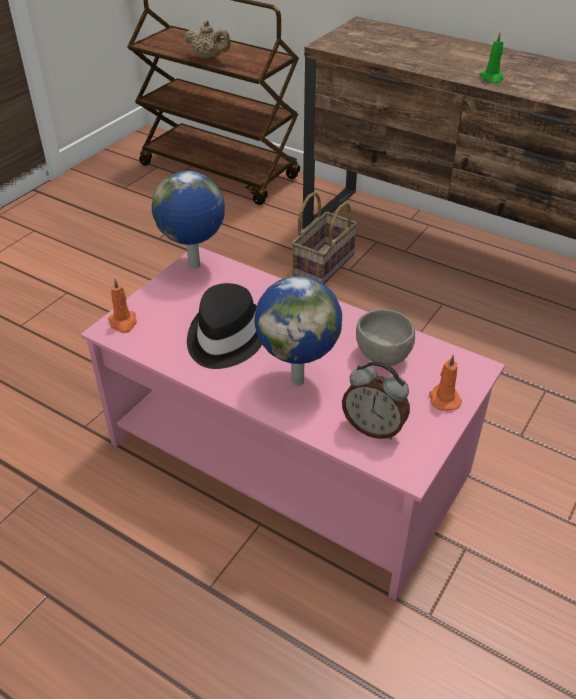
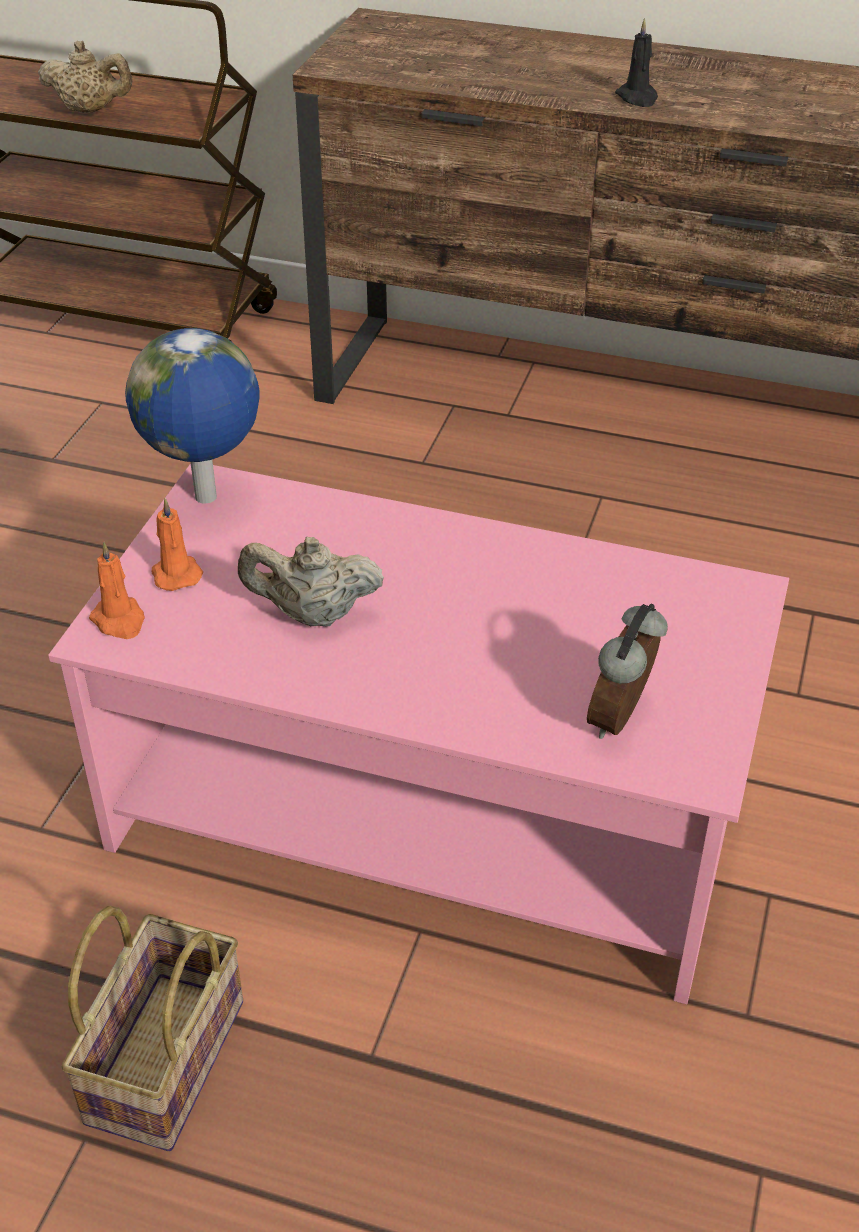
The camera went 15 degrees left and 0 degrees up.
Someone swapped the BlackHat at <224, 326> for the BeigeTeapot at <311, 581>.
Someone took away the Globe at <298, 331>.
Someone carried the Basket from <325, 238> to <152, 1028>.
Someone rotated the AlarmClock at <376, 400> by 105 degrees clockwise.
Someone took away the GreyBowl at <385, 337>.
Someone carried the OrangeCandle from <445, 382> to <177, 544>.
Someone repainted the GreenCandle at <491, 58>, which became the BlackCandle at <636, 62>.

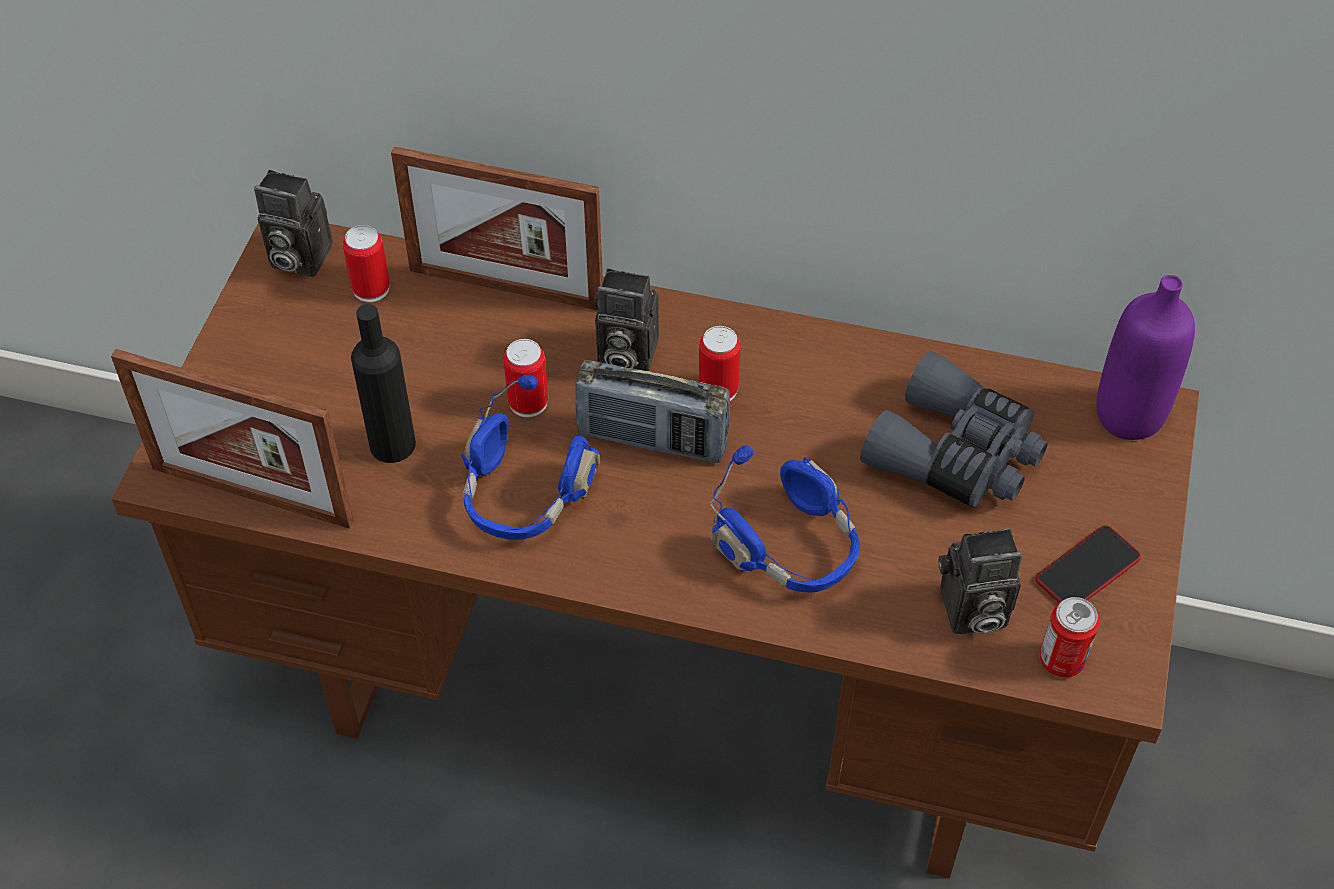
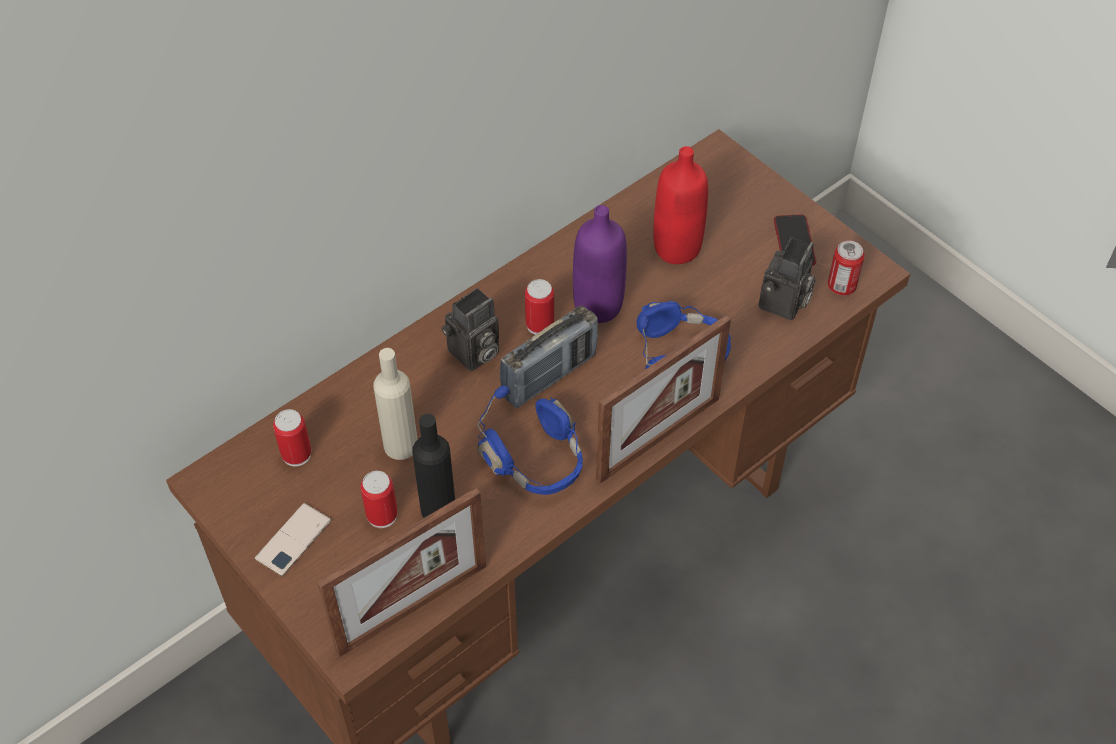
The camera went 55 degrees left and 0 degrees up.
Someone took away the PhotoCamera at <293, 223>.
Someone carried the PictureFrame from <497, 228> to <663, 399>.
Someone carried the Can from <525, 378> to <379, 499>.
Someone swapped the GreyBinoculars at <954, 429> for the RedBottle at <680, 205>.
Someone carried the PurpleBottle from <1145, 357> to <600, 264>.
Someone put down the Phone at <293, 539>.
Someone put down the BeigeBottle at <395, 404>.

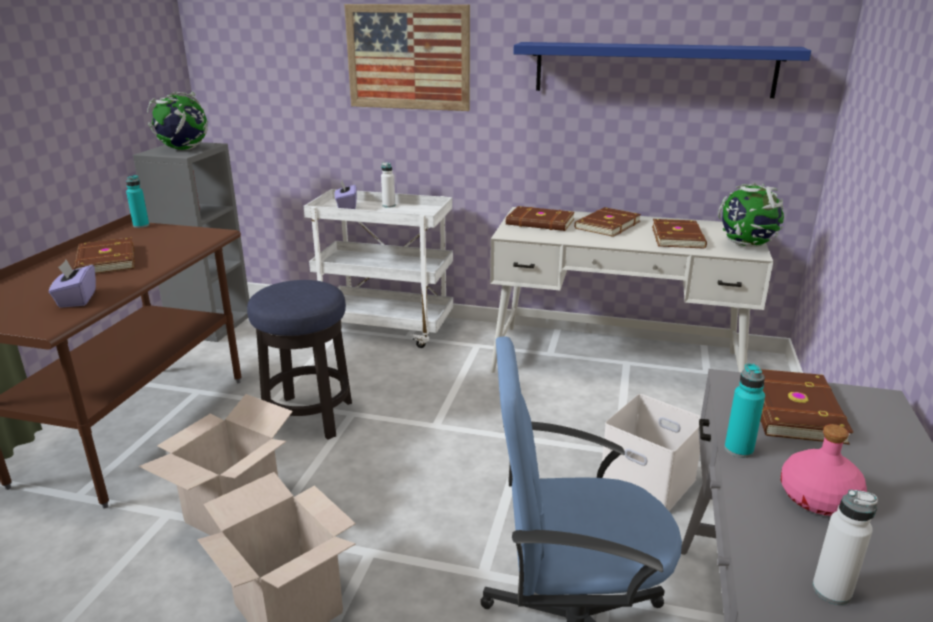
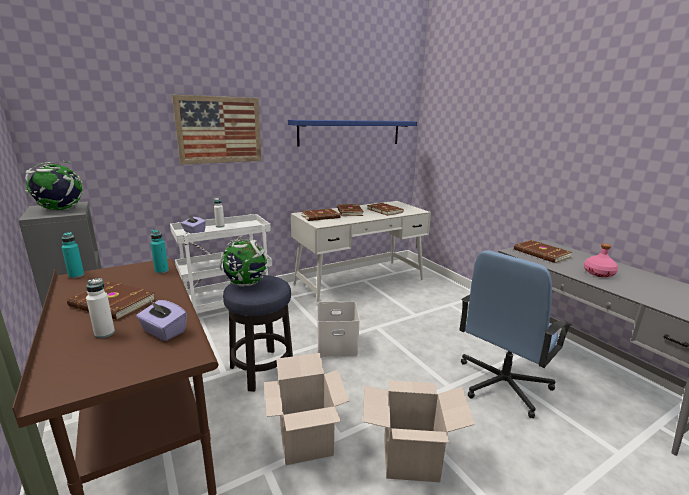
The camera went 45 degrees left and 5 degrees down.
Someone carried the WhiteStorageBox from <651, 452> to <338, 329>.
Someone carried the Globe from <751, 215> to <244, 262>.
Someone carried the TurquoiseBottle from <744, 410> to <160, 251>.
Someone carried the WhiteBottle from <845, 547> to <100, 308>.

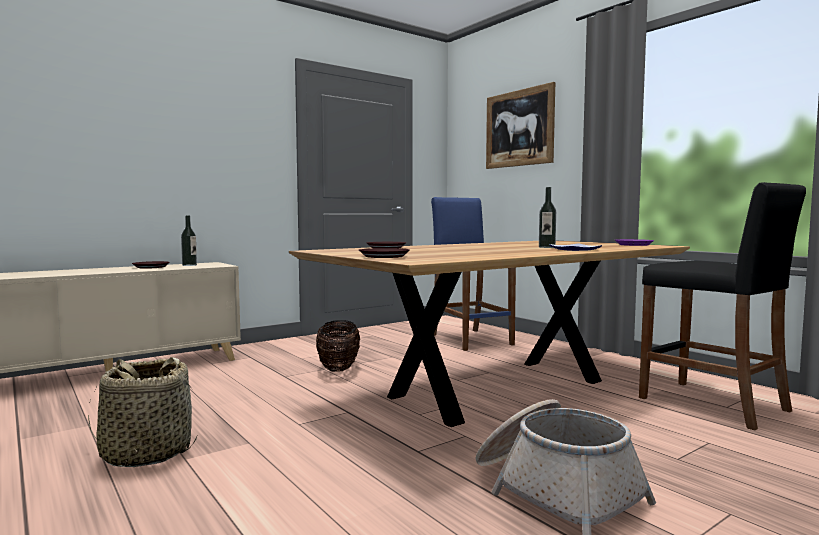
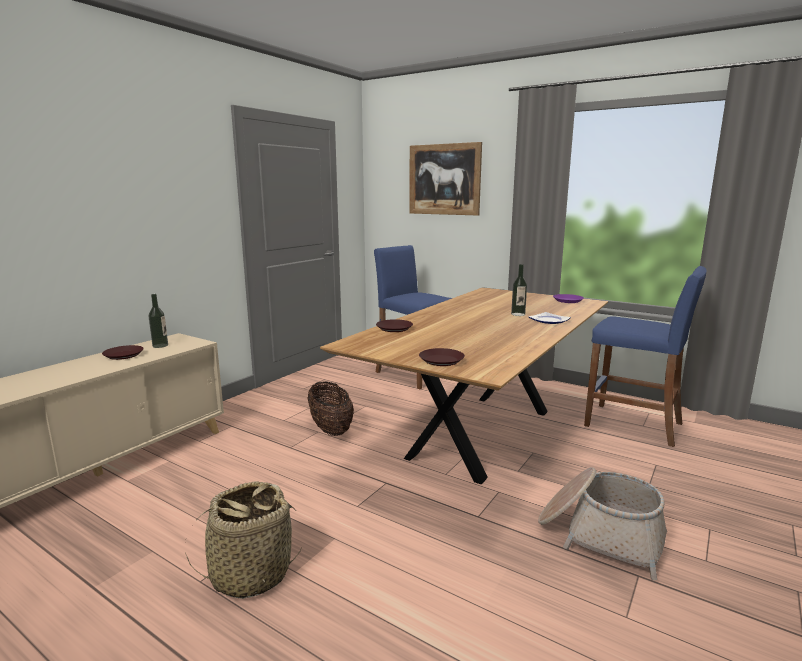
The camera went 20 degrees left and 10 degrees up.
Someone repainted the BlackStool at <722, 306>, which became the BlueStool at <645, 356>.

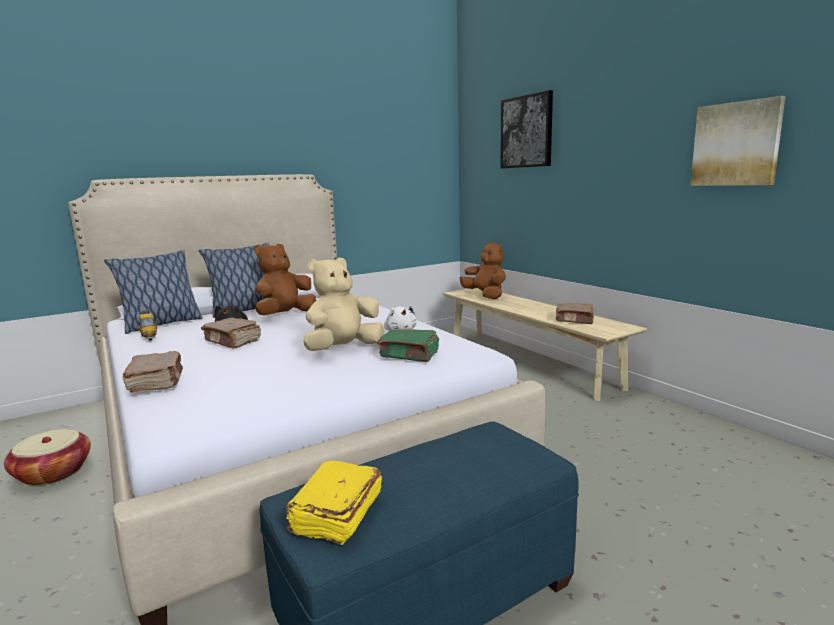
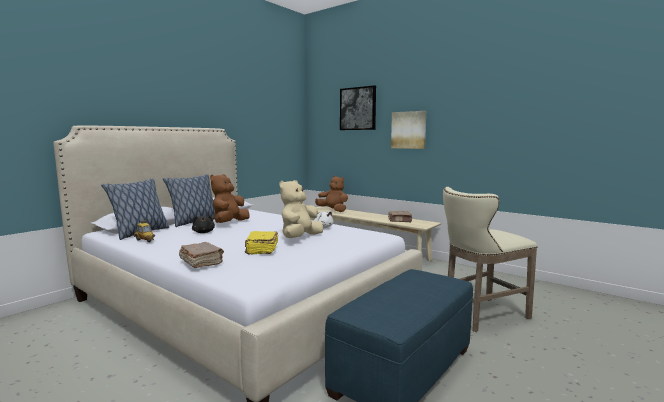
The camera went 20 degrees left and 5 degrees down.
Someone took away the Basket at <47, 457>.
Someone took away the BrownBook at <231, 332>.
Someone carried the YellowBook from <334, 503> to <261, 243>.
Someone took away the GreenBook at <408, 345>.
Someone carried the Picture from <737, 141> to <408, 130>.
Someone put down the BeigeStool at <490, 259>.

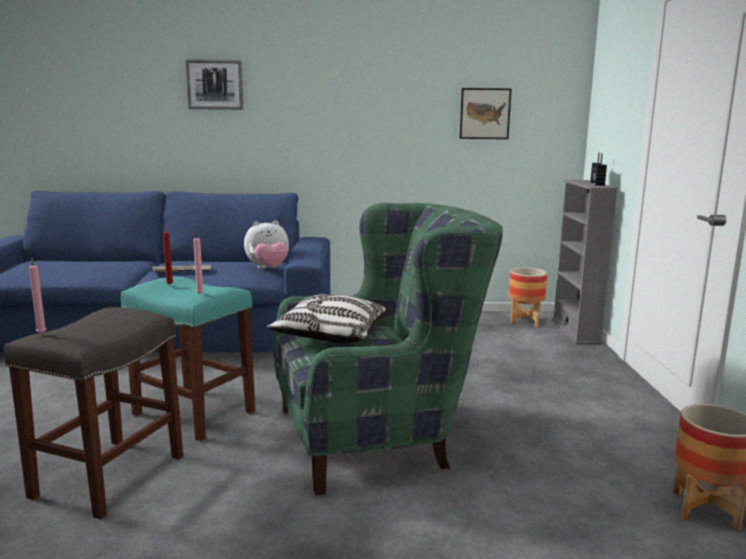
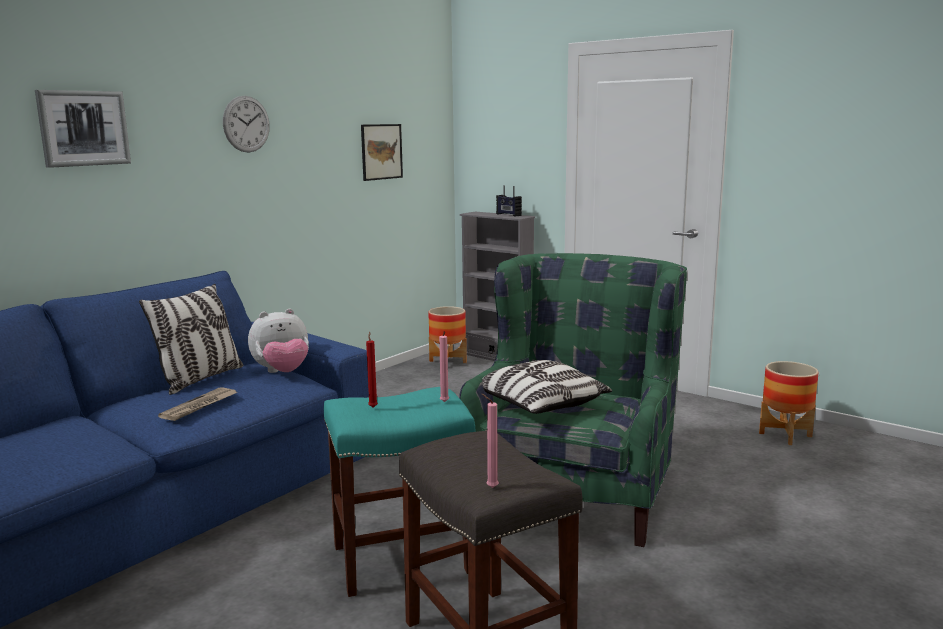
The camera went 50 degrees left and 0 degrees up.
Someone rotated the PlushToy at <266, 244> by 45 degrees clockwise.
Someone put down the Pillow at <191, 339>.
Someone put up the WallClock at <246, 124>.

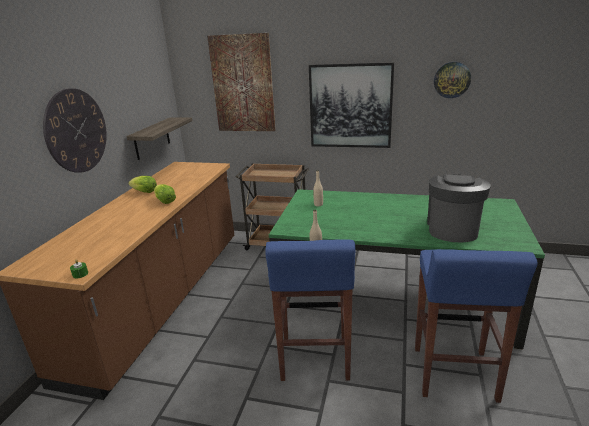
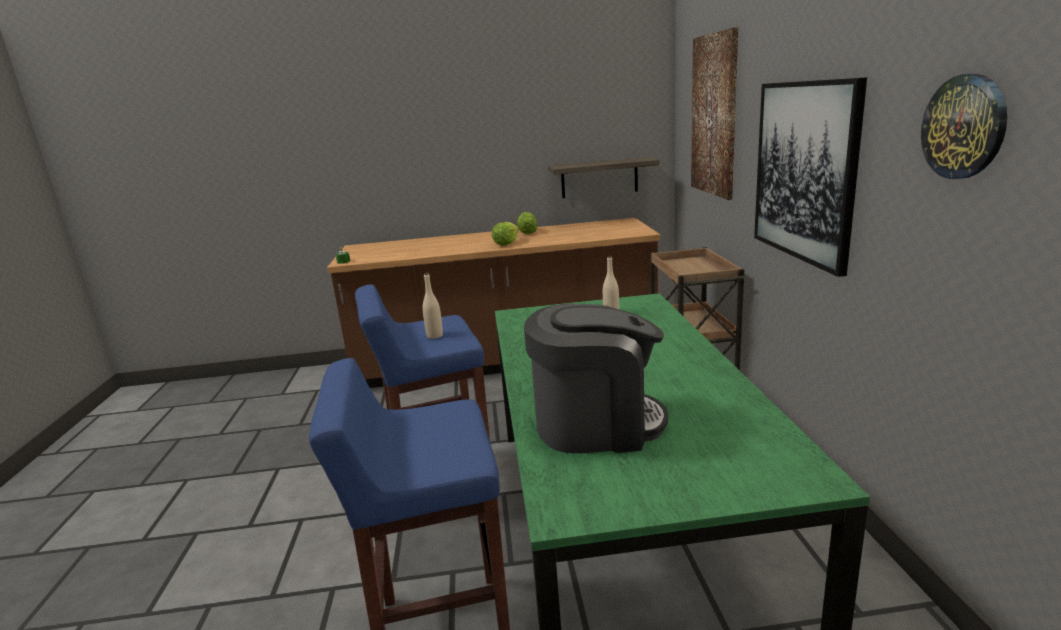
The camera went 70 degrees right and 5 degrees down.
Someone took away the WallClock at <75, 130>.

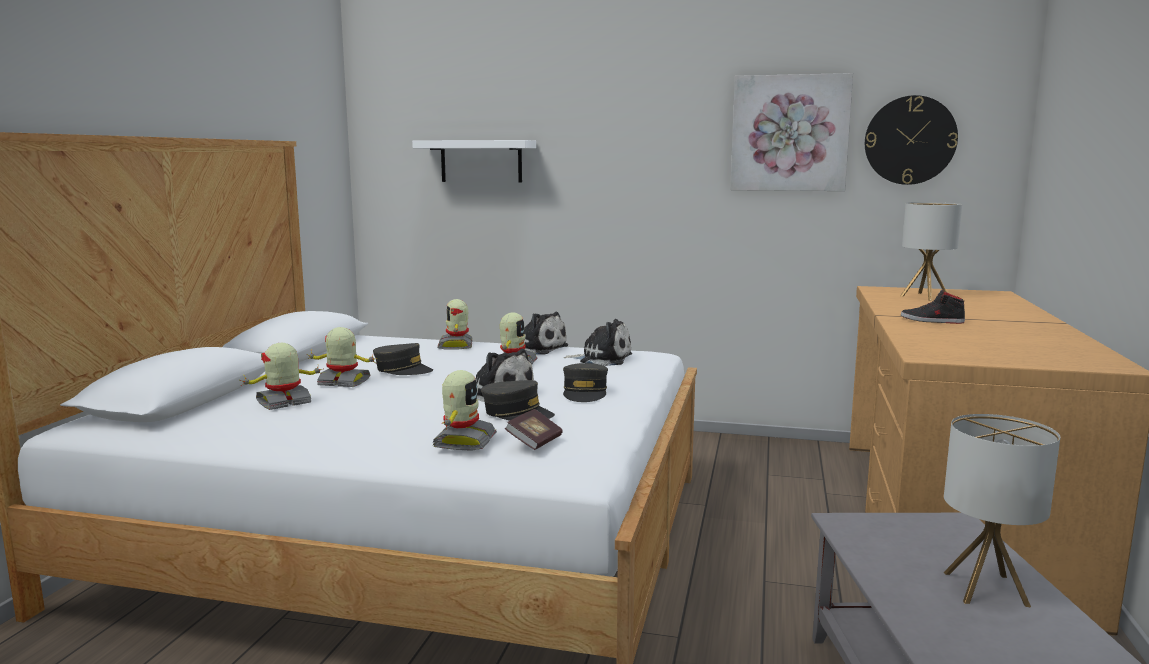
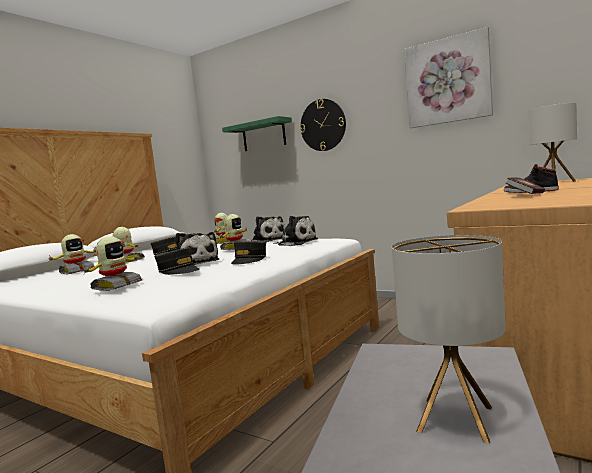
The camera went 20 degrees right and 5 degrees down.
Someone rotated the ToyRobot at <282, 376> by 150 degrees clockwise.
Someone repainted the WhiteShelf at <474, 161>, which became the GreenShelf at <257, 133>.
Someone carried the Book from <534, 429> to <525, 185>.
Someone carried the WallClock from <911, 140> to <323, 125>.

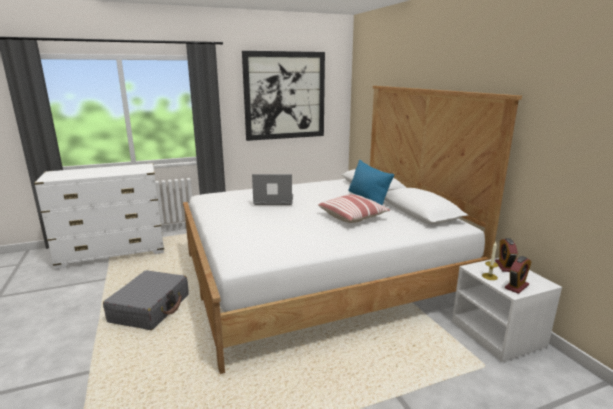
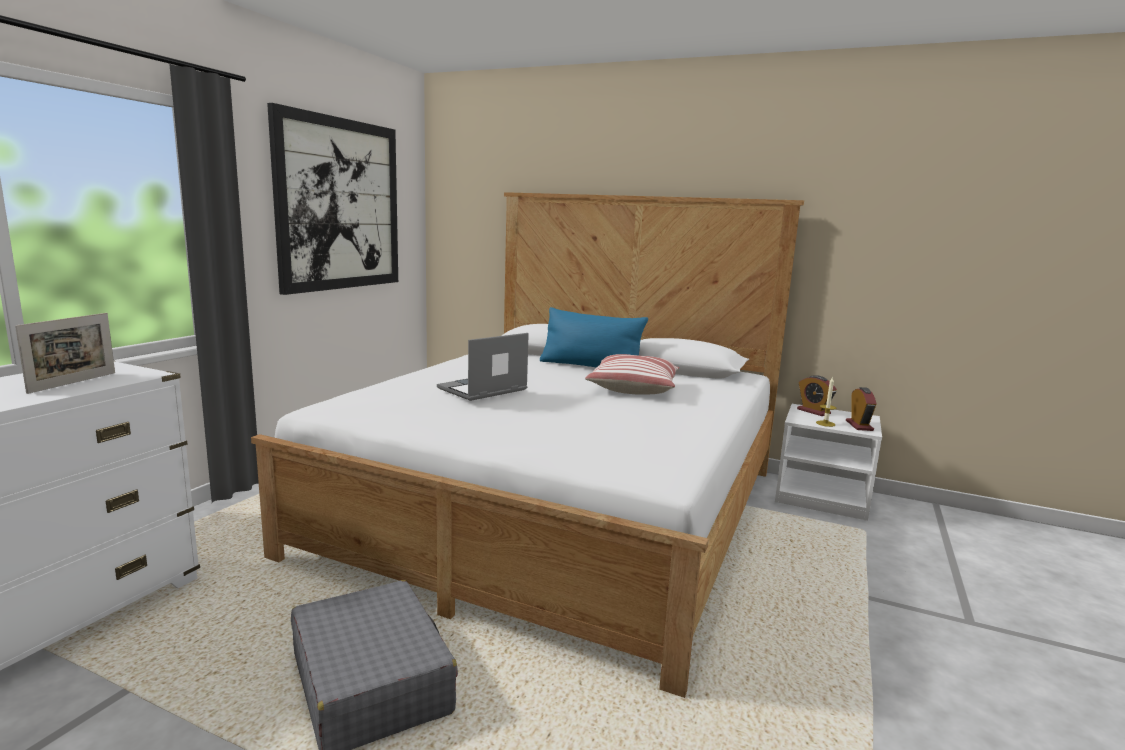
The camera went 45 degrees left and 5 degrees down.
Someone put down the PictureFrame at <65, 353>.

